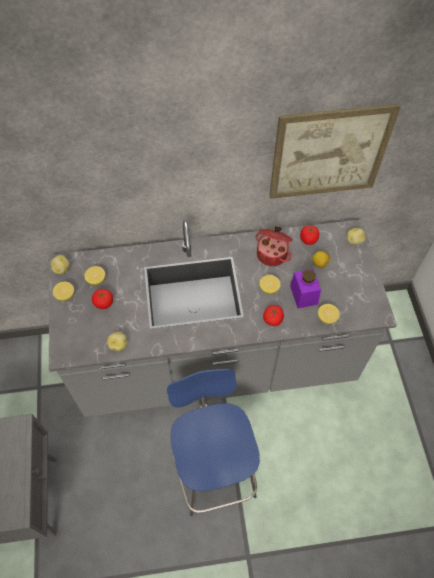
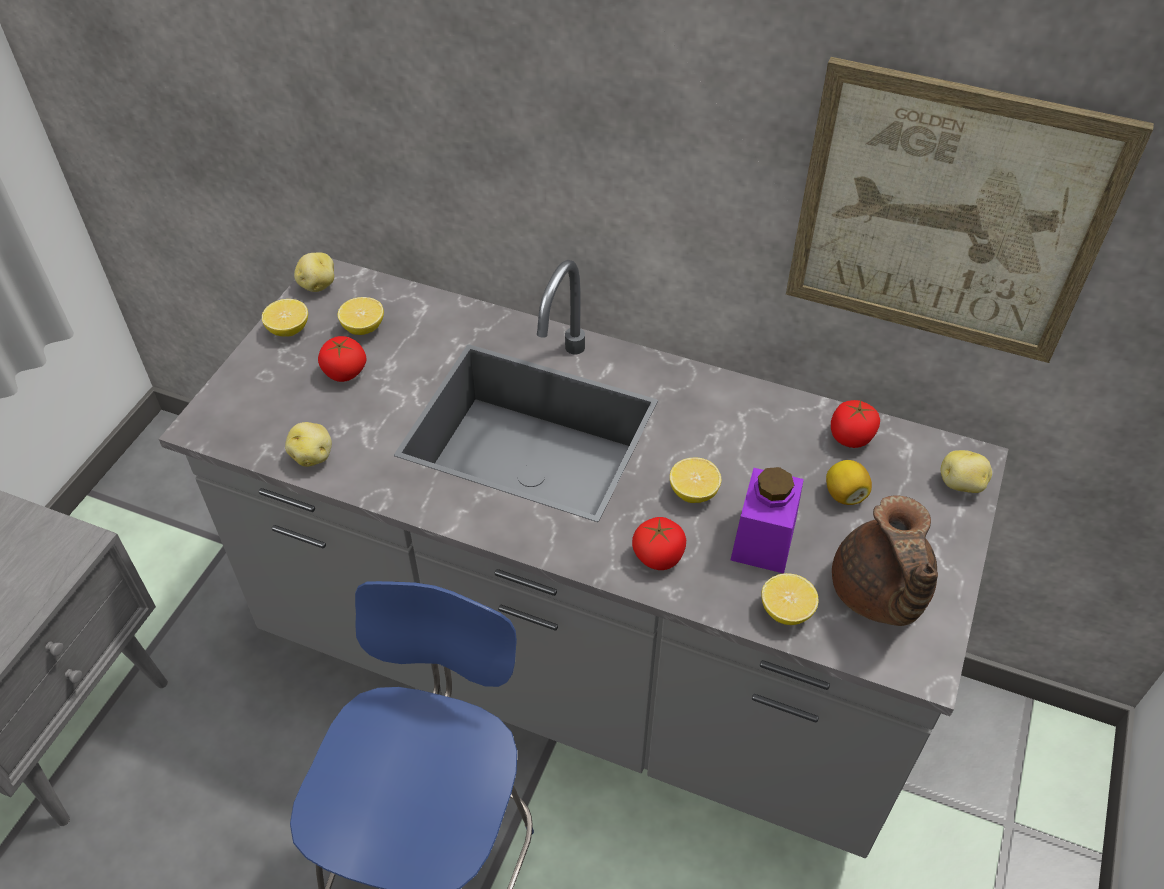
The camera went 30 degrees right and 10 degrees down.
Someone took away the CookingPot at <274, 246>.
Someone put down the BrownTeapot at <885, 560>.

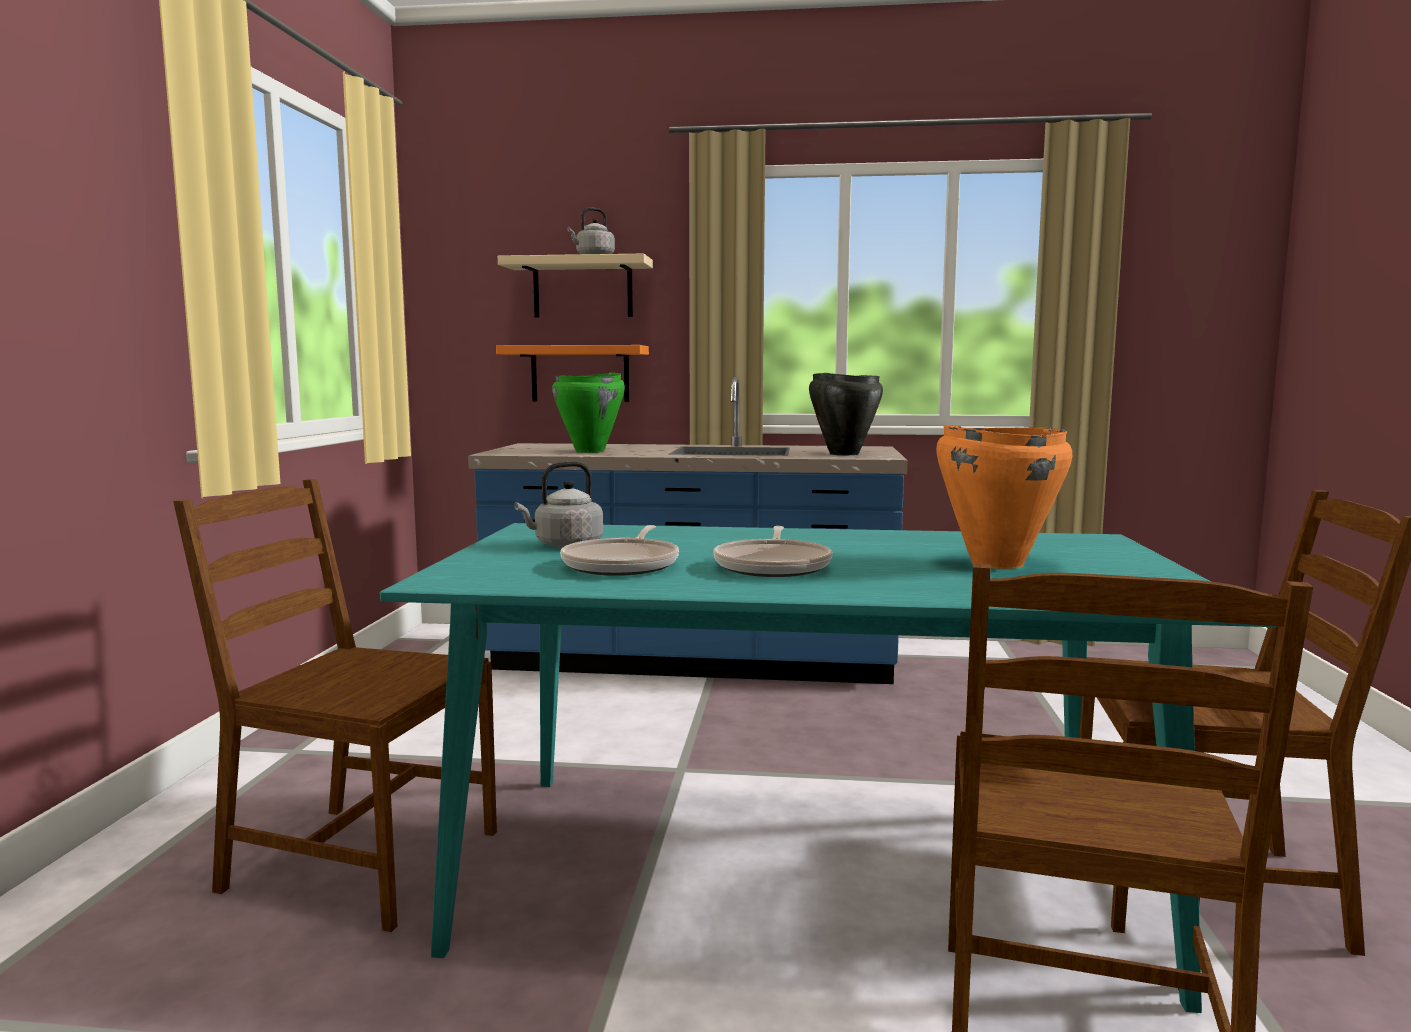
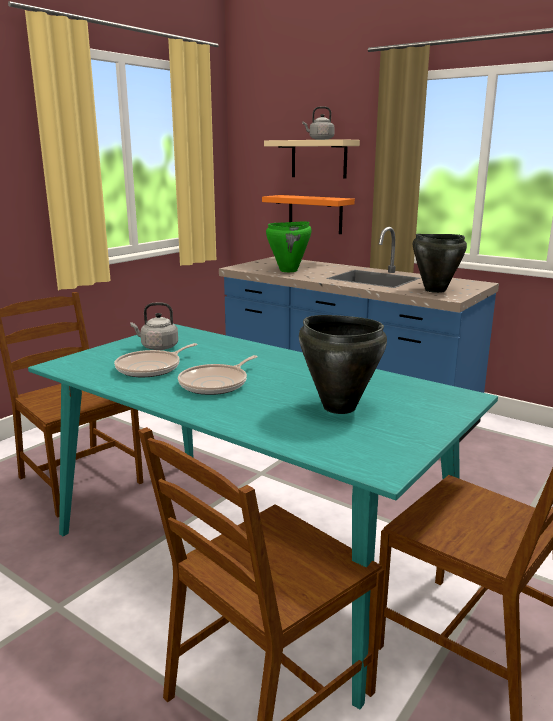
The camera went 30 degrees right and 10 degrees up.
Someone repainted the OrangeCookingPot at <1004, 497>, which became the BlackCookingPot at <343, 364>.

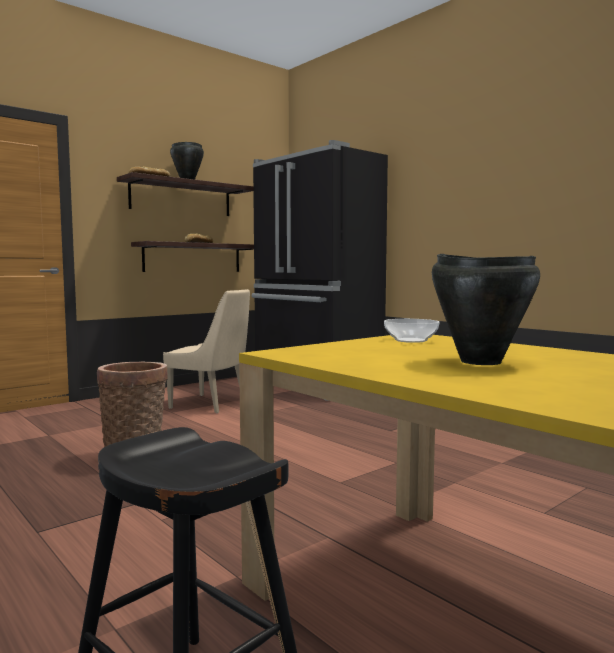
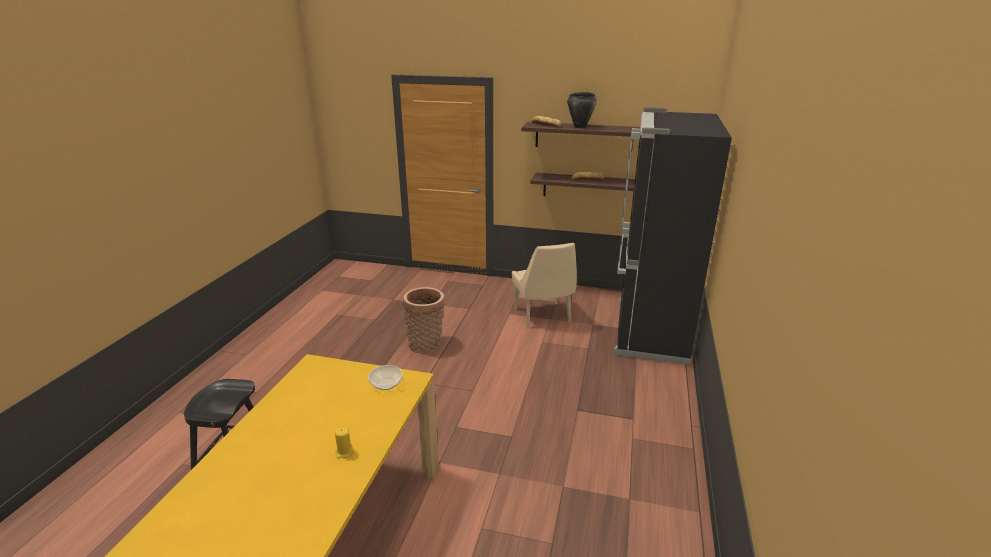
The camera went 55 degrees right and 20 degrees up.
Someone took away the BlackCookingPot at <486, 309>.
Someone put down the YellowCandle at <344, 443>.

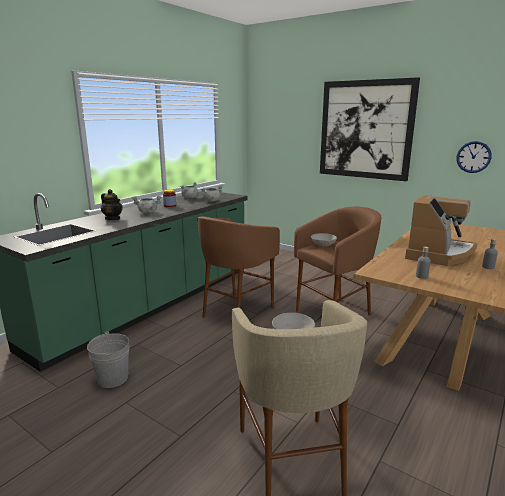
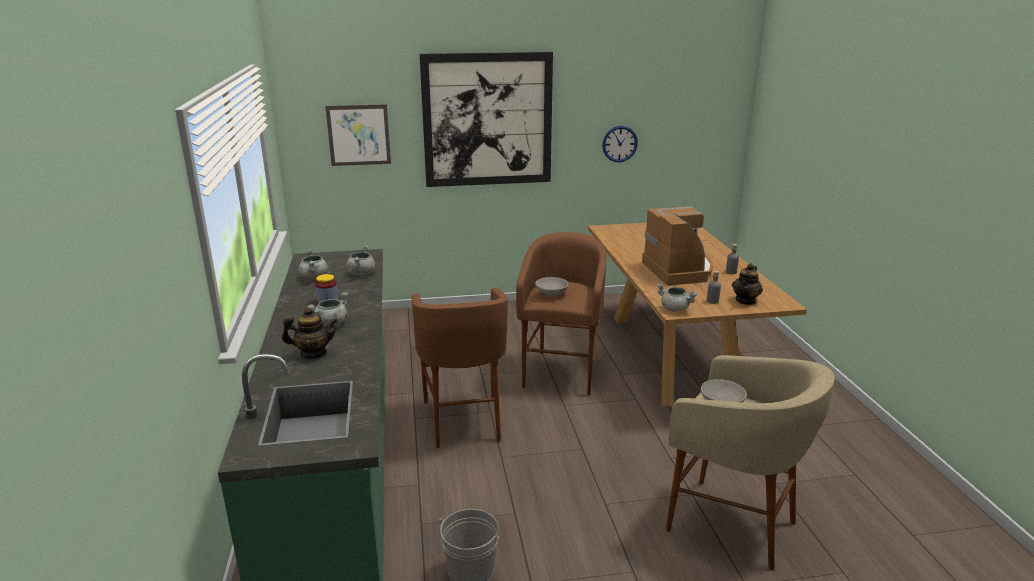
The camera went 45 degrees left and 5 degrees up.
Someone put up the Picture at <358, 135>.
Someone put down the GreyCookingPot at <677, 297>.
Someone put down the Teapot at <747, 284>.

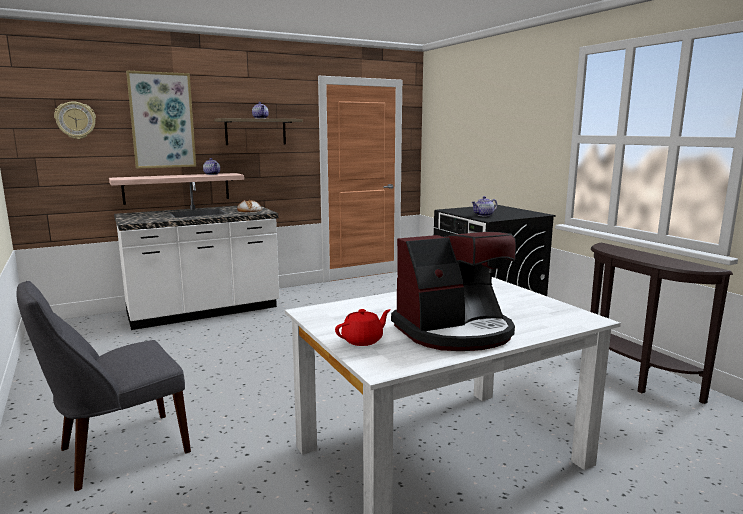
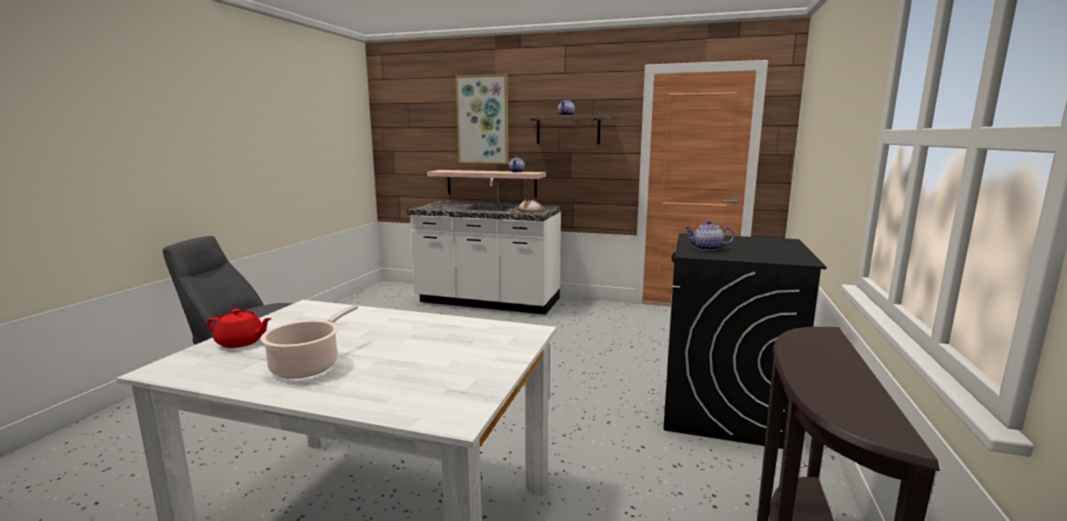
The camera went 45 degrees right and 0 degrees up.
Someone took away the WallClock at <75, 120>.
Someone swapped the CoffeeMachine at <453, 291> for the CookingPot at <309, 342>.

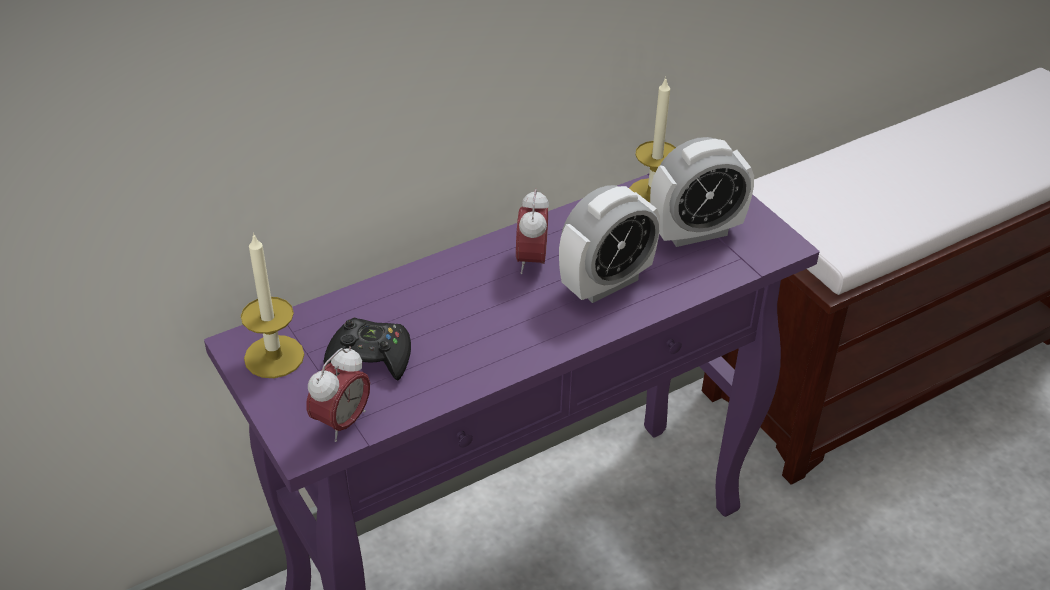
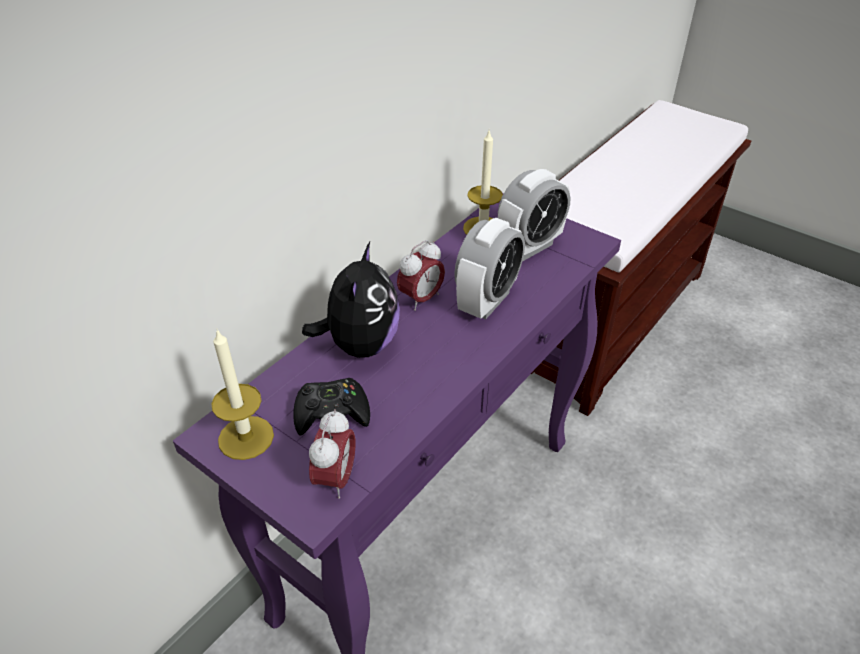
The camera went 20 degrees left and 0 degrees up.
Someone rotated the AlarmClock at <532, 231> by 120 degrees counterclockwise.
Someone put down the PlushToy at <351, 300>.

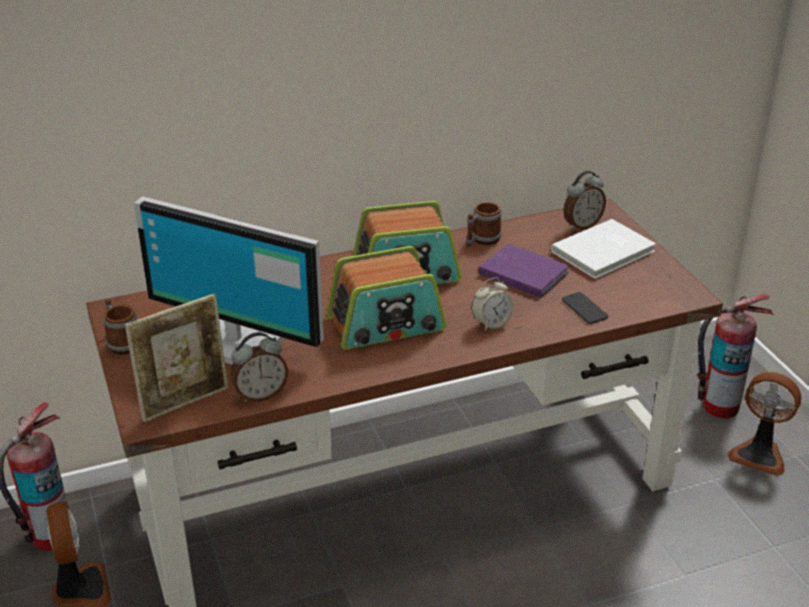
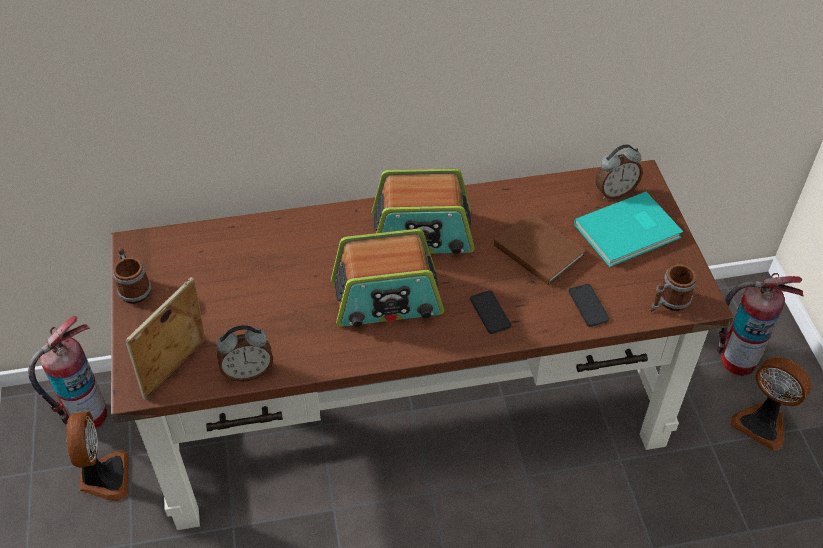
The camera went 10 degrees right and 15 degrees up.
Someone rotated the PictureFrame at <176, 358> by 150 degrees clockwise.
Someone took away the Monitor at <229, 280>.
Someone carried the Mug from <484, 224> to <673, 288>.
Someone swapped the AlarmClock at <492, 304> for the Phone at <490, 312>.
Someone repainted the PurpleBook at <524, 270>, which became the BrownBook at <540, 248>.
Someone repainted the WhiteBook at <603, 249>, which became the TurquoiseBook at <628, 229>.

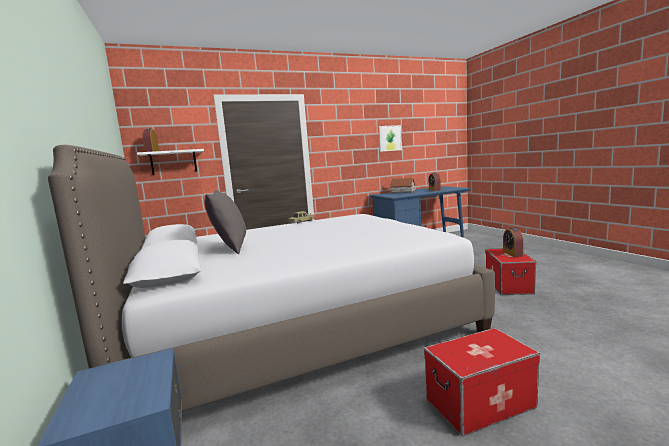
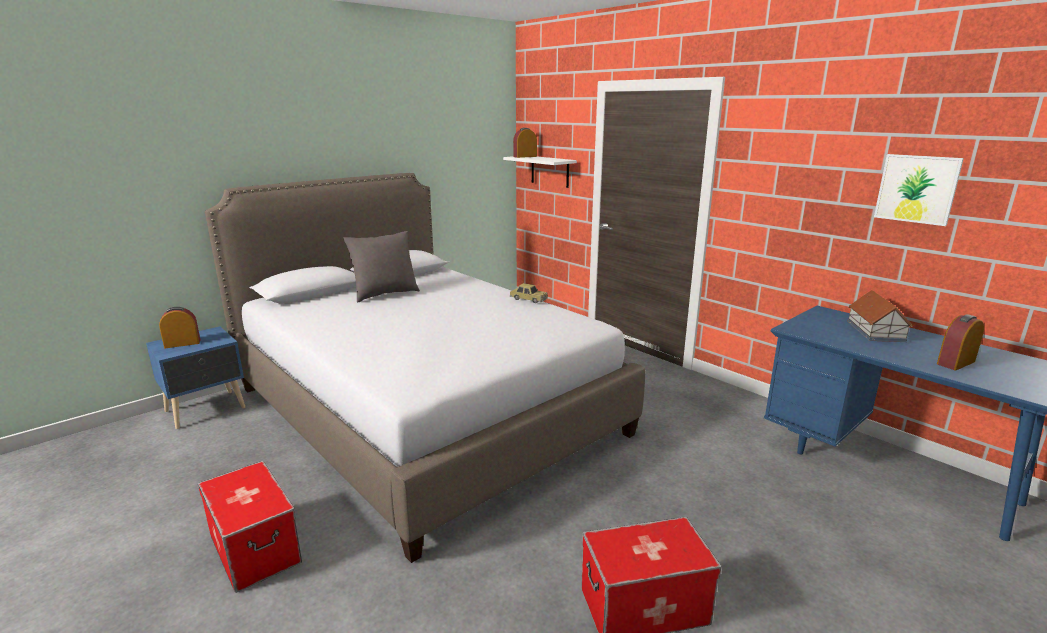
The camera went 70 degrees right and 10 degrees up.
Someone carried the AlarmClock from <513, 242> to <180, 327>.

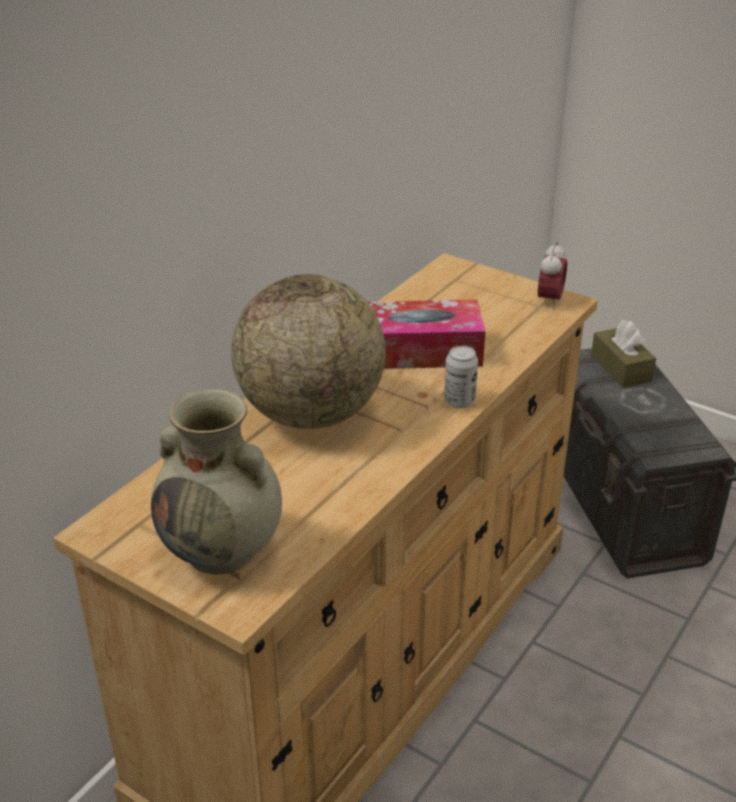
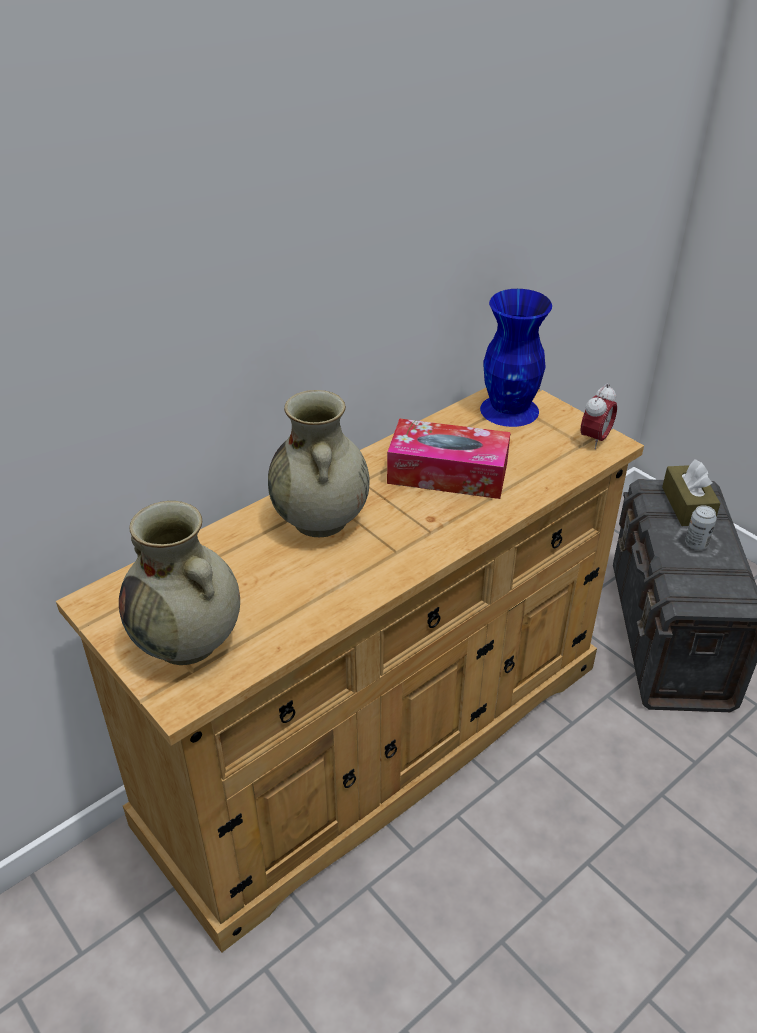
The camera went 15 degrees right and 5 degrees up.
Someone swapped the Globe at <308, 351> for the BeigeVase at <319, 463>.
Someone carried the Can from <461, 377> to <701, 527>.
Someone put down the BlueVase at <516, 358>.

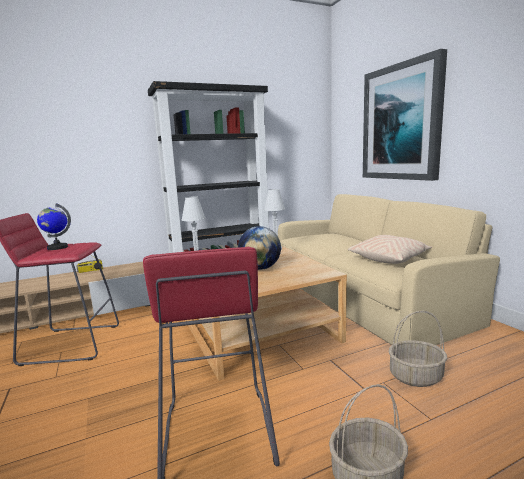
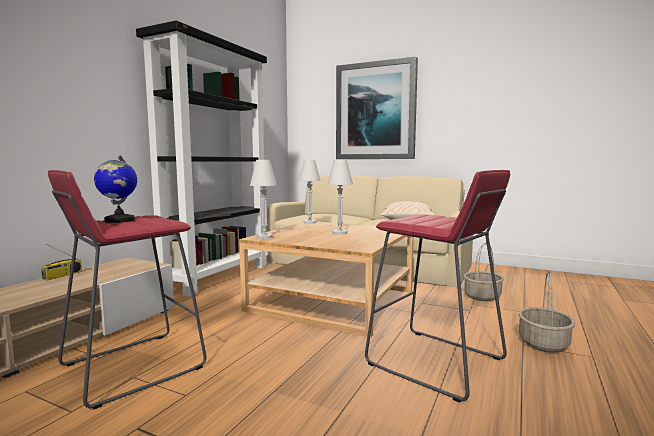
The camera went 40 degrees left and 5 degrees down.
Someone swapped the Globe at <259, 248> for the WhiteTableLamp at <340, 197>.

